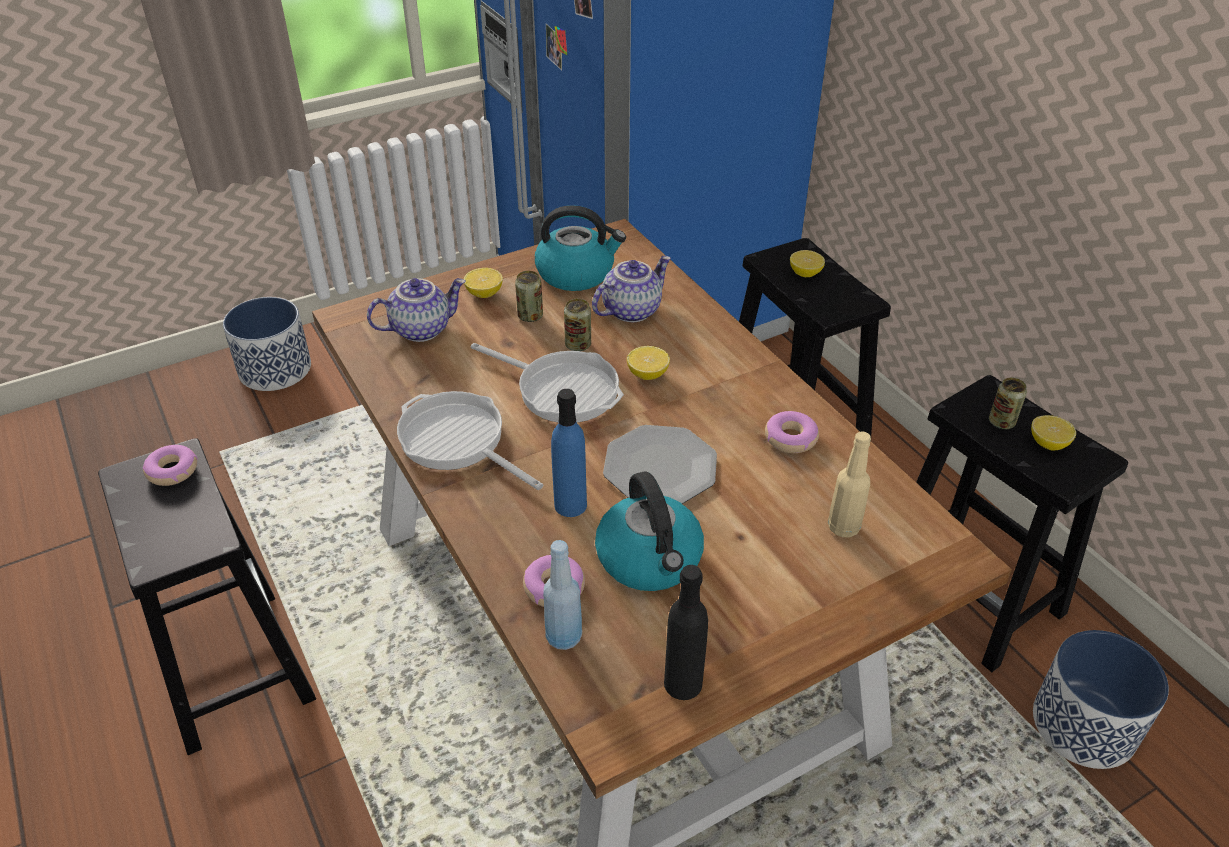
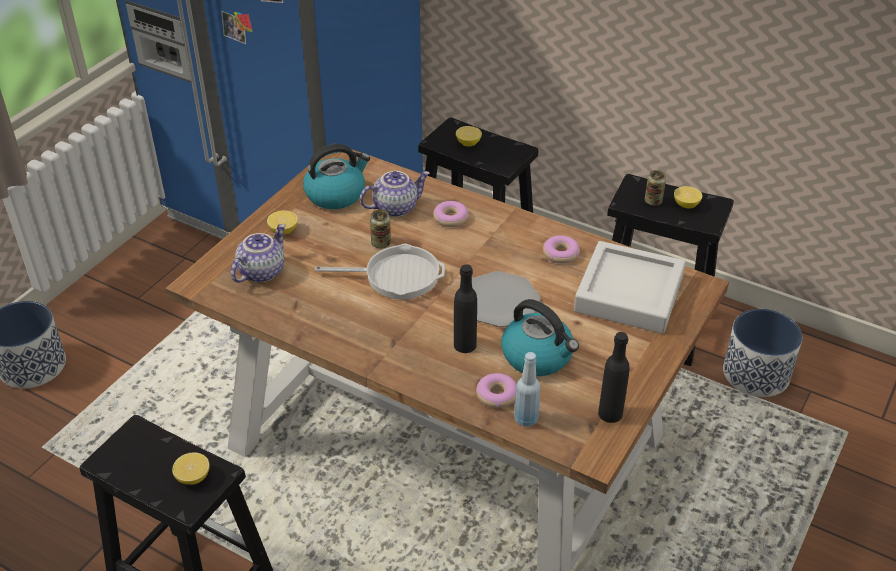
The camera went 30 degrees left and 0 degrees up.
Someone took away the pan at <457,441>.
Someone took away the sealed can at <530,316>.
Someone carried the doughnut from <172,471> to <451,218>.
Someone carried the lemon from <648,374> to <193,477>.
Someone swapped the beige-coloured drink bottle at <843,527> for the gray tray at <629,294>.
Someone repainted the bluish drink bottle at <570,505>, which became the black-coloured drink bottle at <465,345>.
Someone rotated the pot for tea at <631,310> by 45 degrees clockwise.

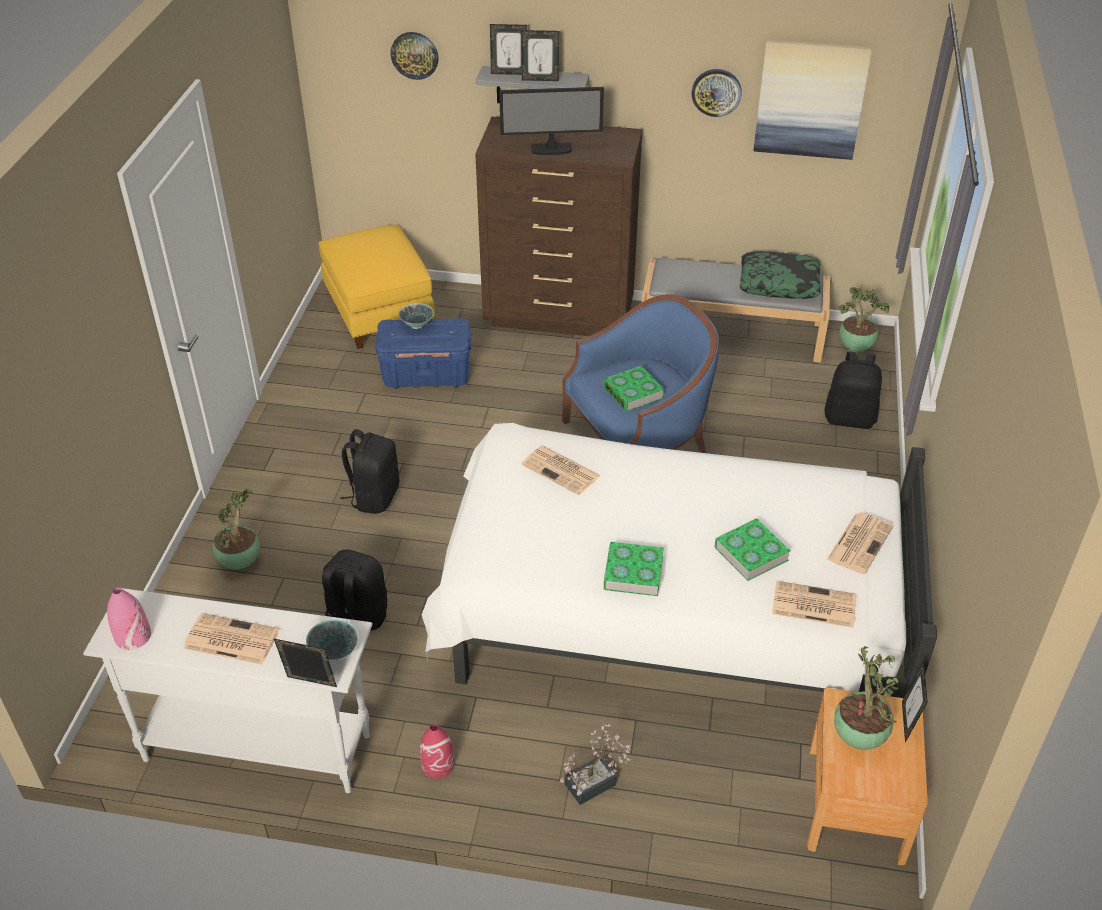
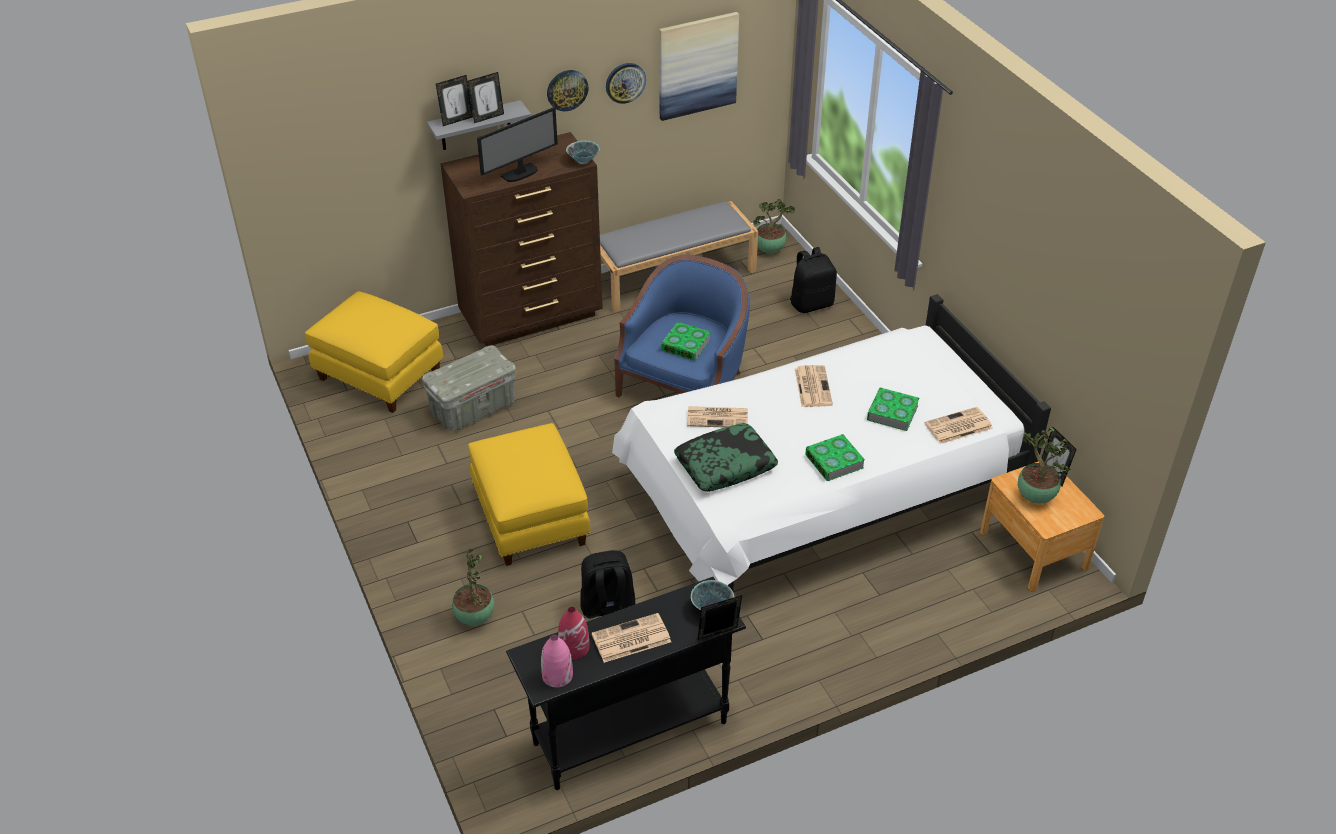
The camera went 35 degrees left and 0 degrees up.
Someone took away the houseplant at <595,782>.
Someone carried the wall clock from <414,55> to <567,90>.
Someone carried the deep dish from <417,325> to <583,161>.
Someone carried the red-coloured flower vase from <438,764> to <574,647>.
Someone carried the cushion from <779,283> to <725,464>.
Someone carried the daily paper from <860,542> to <812,386>.
Someone swapped the black-coloured rucksack at <374,496> for the yellowish footrest at <529,518>.
Someone repainted the white hall table at <256,747>, which became the black-coloured hall table at <629,732>.
Someone repainted the bluish storage box at <427,375>, which became the gray storage box at <473,408>.

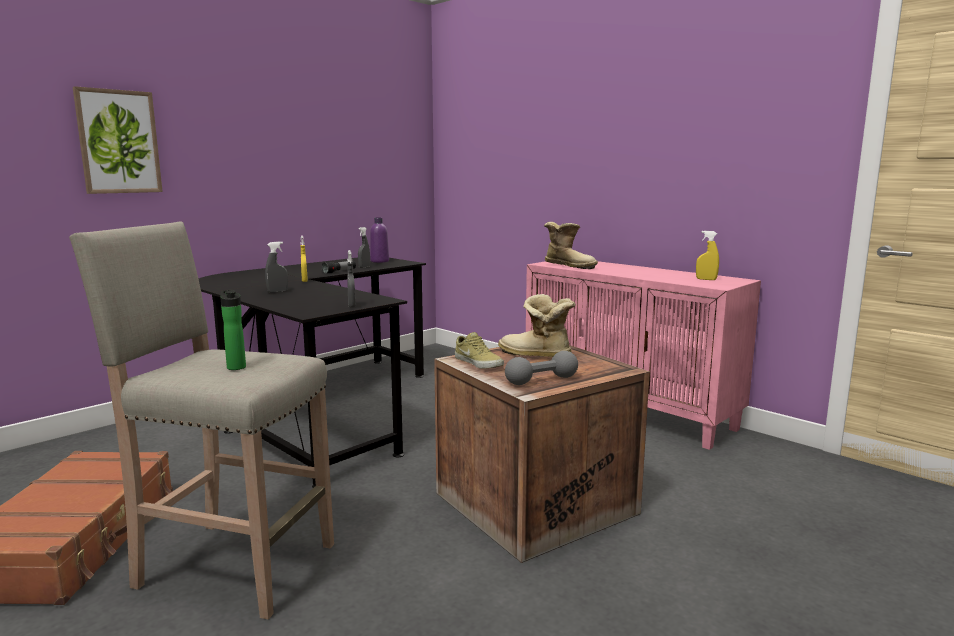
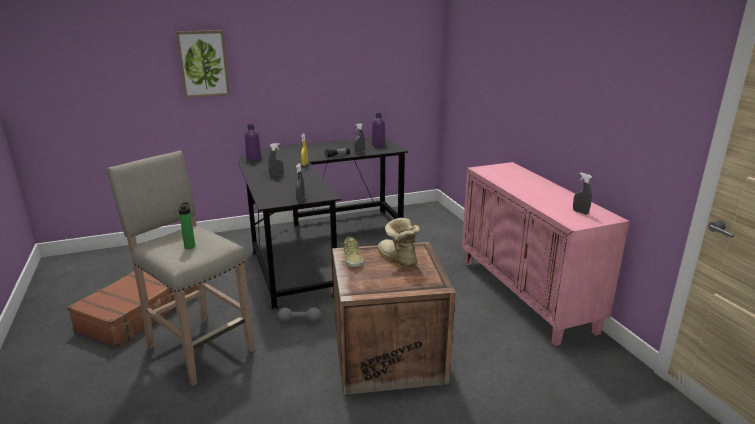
The camera went 25 degrees right and 10 degrees up.
Someone took away the tall boot at <569,266>.
Someone put down the purple-coloured drink bottle at <253,158>.
Someone carried the gray hand weight from <541,380> to <299,321>.
Someone repainted the yellowish hand sprayer at <706,279>, which became the gray hand sprayer at <580,212>.

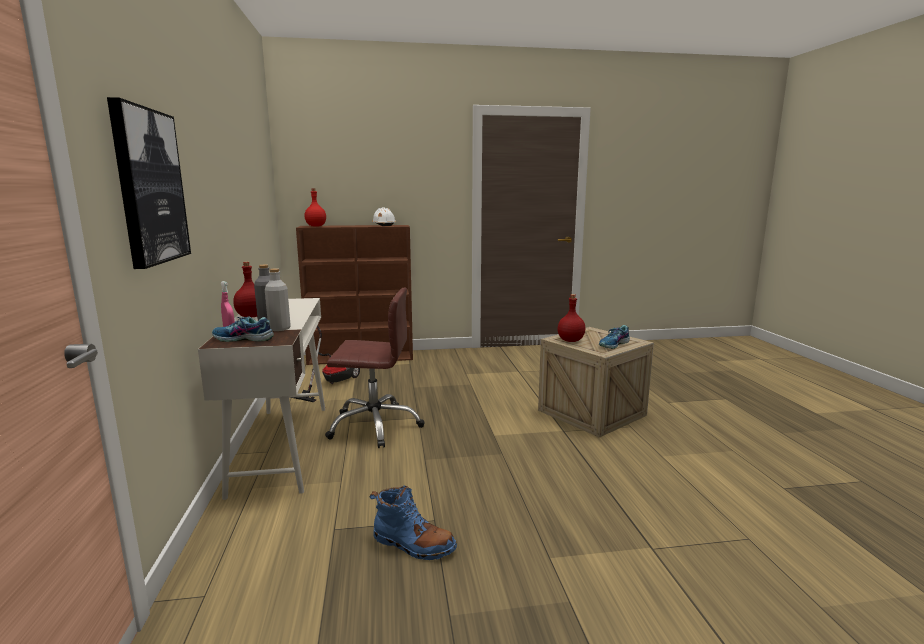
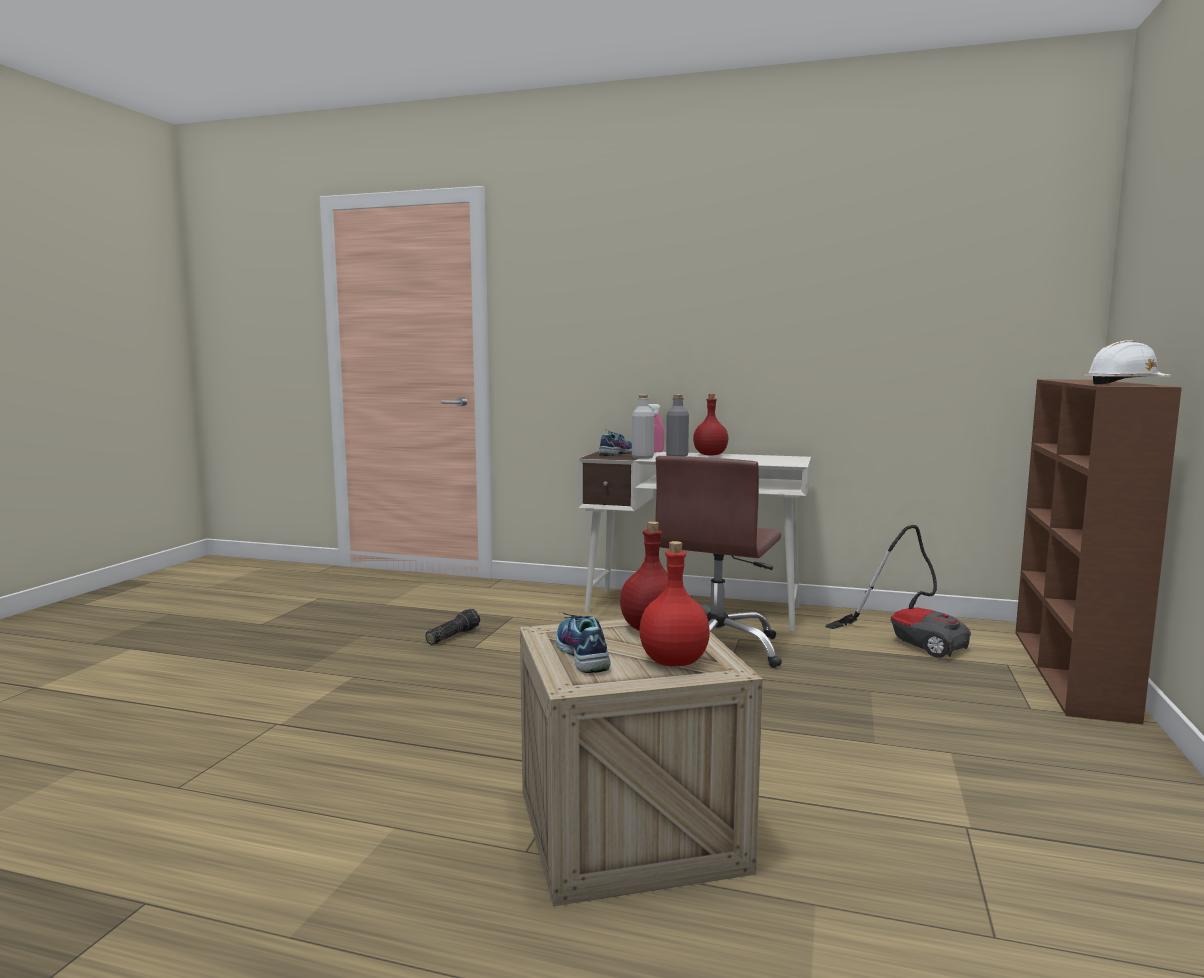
The camera went 115 degrees right and 5 degrees down.
Someone took away the wall art at <149,187>.
Someone carried the red-coloured drink bottle from <315,226> to <674,661>.
Someone swapped the bluish tall boot at <413,544> for the flashlight at <452,636>.

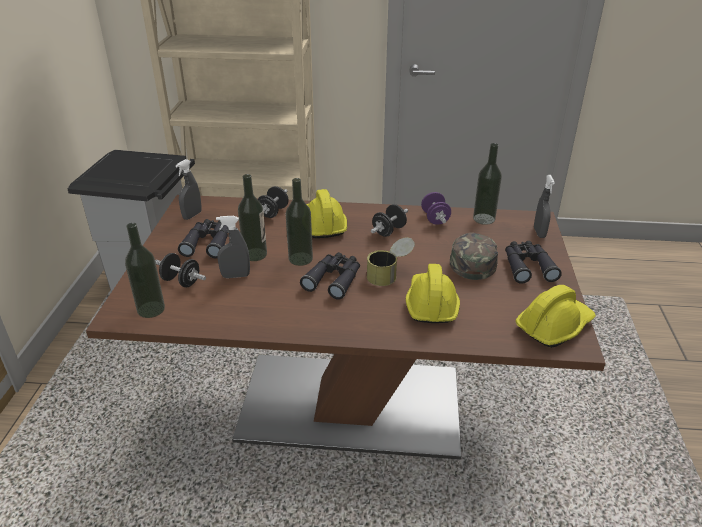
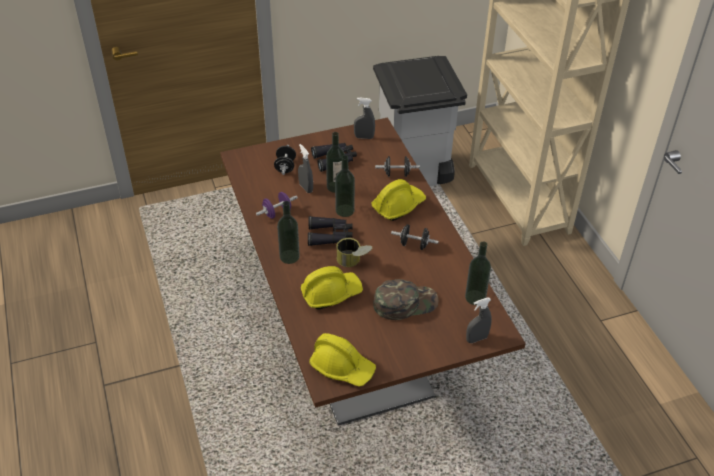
The camera went 65 degrees right and 10 degrees up.
Someone took away the black-coloured pair of binoculars at <527,266>.
Someone carried the drink bottle from <151,309> to <289,256>.
Someone carried the purple-coloured hand weight from <435,219> to <277,213>.

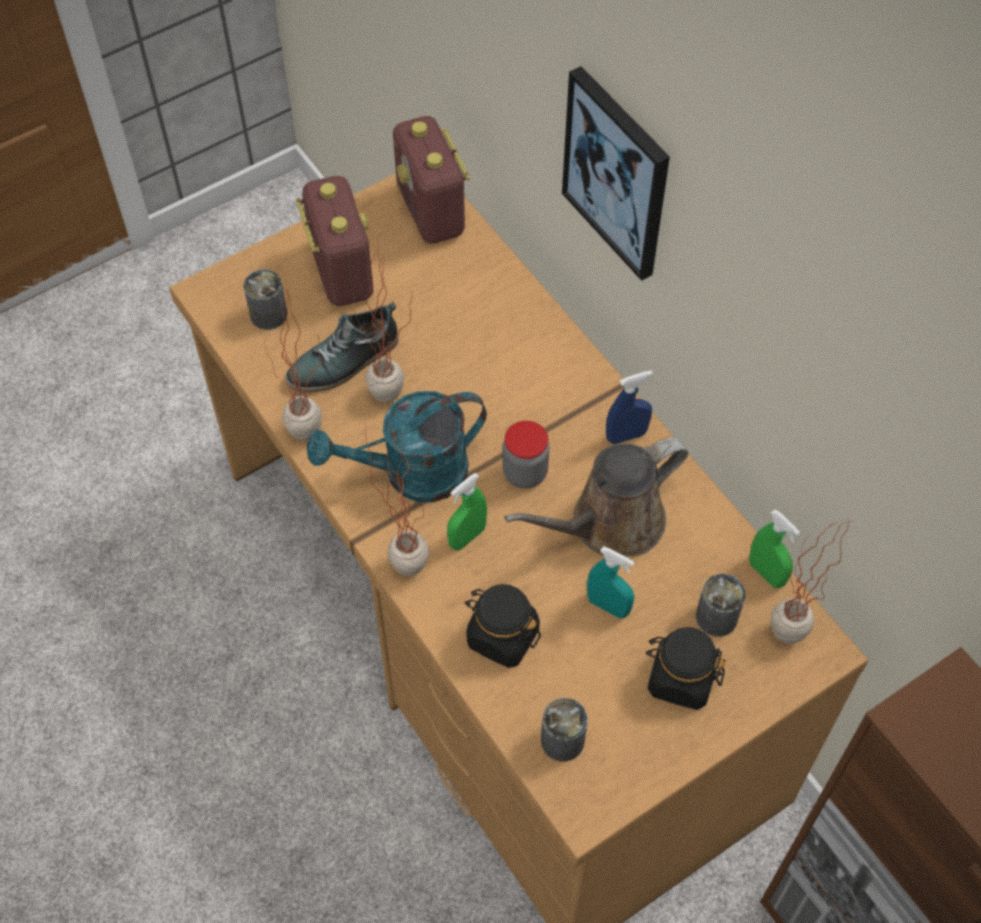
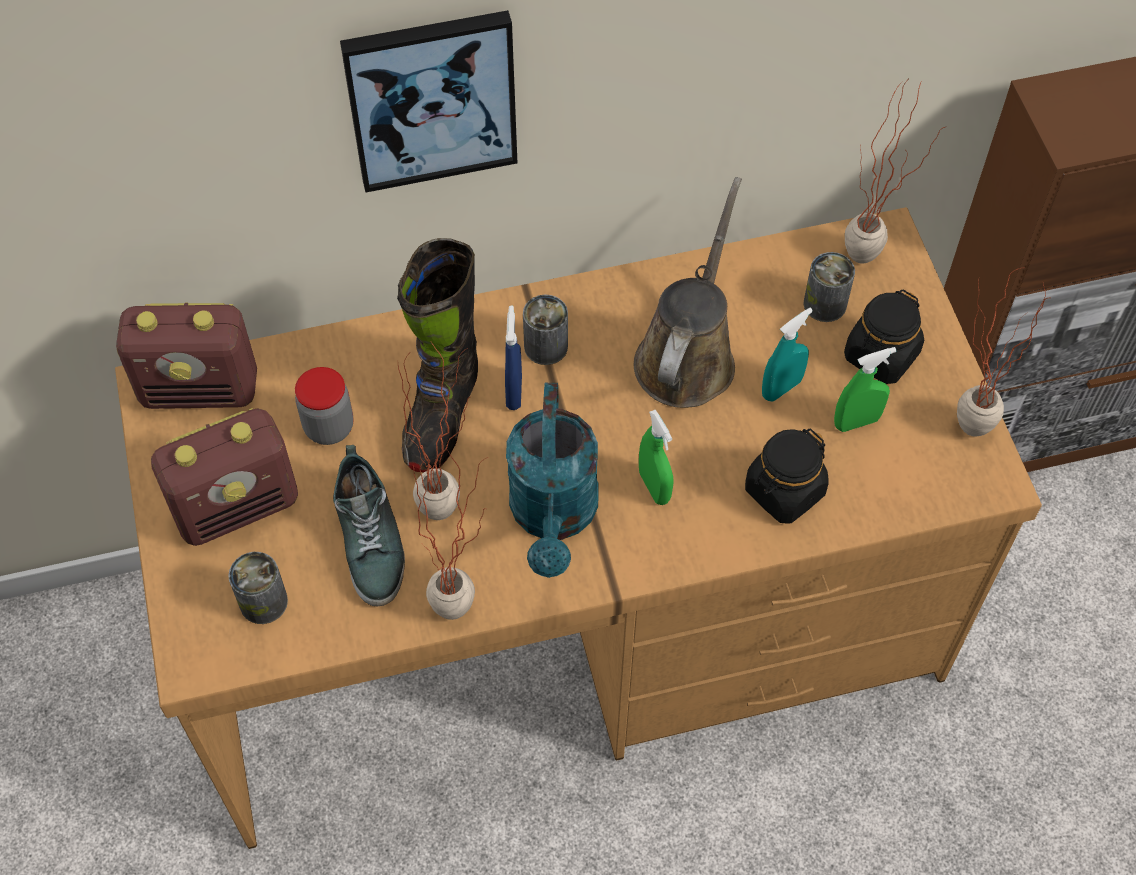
The camera went 70 degrees left and 0 degrees up.
Someone put down the black-coloured tall boot at <441,413>.
Someone carried the houseplant from <406,556> to <958,427>.
Someone carried the preserve jar from <525,473> to <329,427>.
Someone carried the sealed can from <562,740> to <546,346>.
Someone carried the bluish hand sprayer from <626,435> to <514,392>.
Someone carried the green hand sprayer from <766,573> to <856,422>.
Someone rotated the radio at <341,271> by 150 degrees clockwise.
Someone rotated the brown-coloured watering pot at <609,524> by 150 degrees counterclockwise.

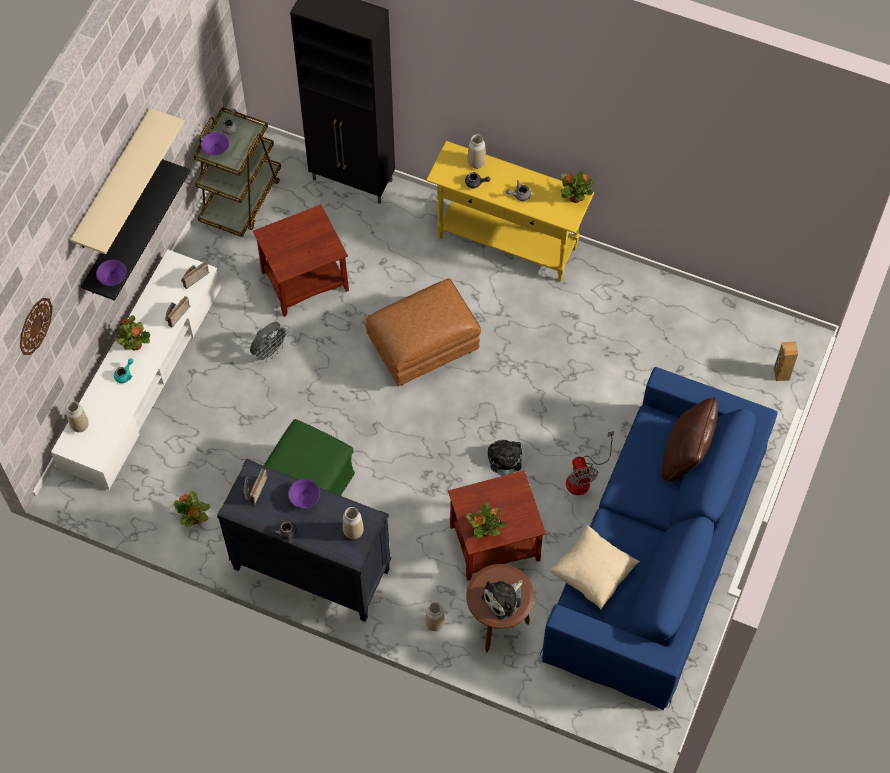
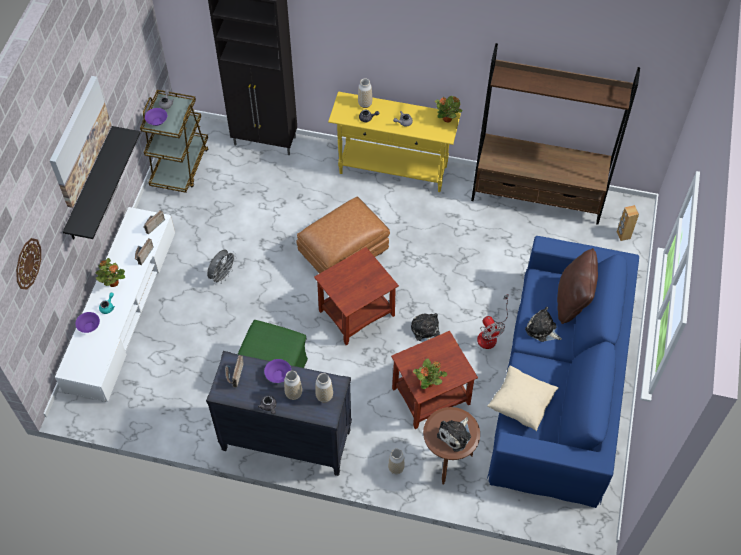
The camera went 10 degrees left and 5 degrees down.
Someone took away the houseplant at <194,519>.
Someone put down the brown-coloured bookshelf at <537,196>.
Someone put down the cuddly toy at <542,330>.
Someone carried the flower vase from <80,425> to <293,393>.
Someone carried the purple-coloured deep dish from <112,278> to <89,326>.
Someone carried the brown-coloured end table from <304,280> to <356,312>.
Someone swapped the beige-coloured shelf at <113,182> for the wall art at <79,141>.

